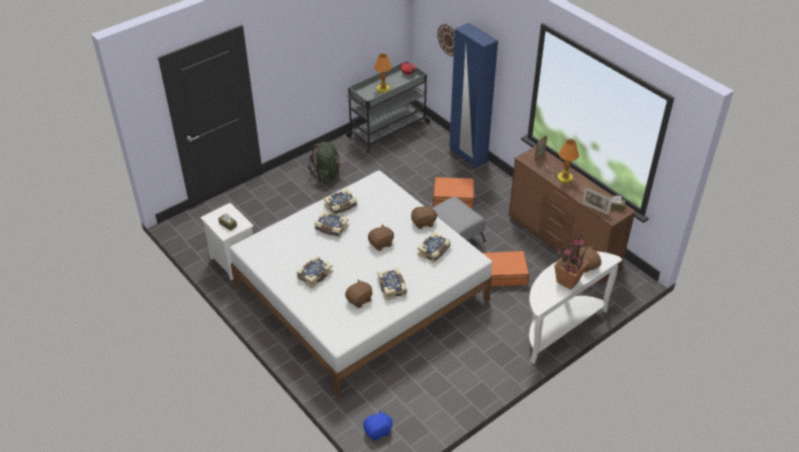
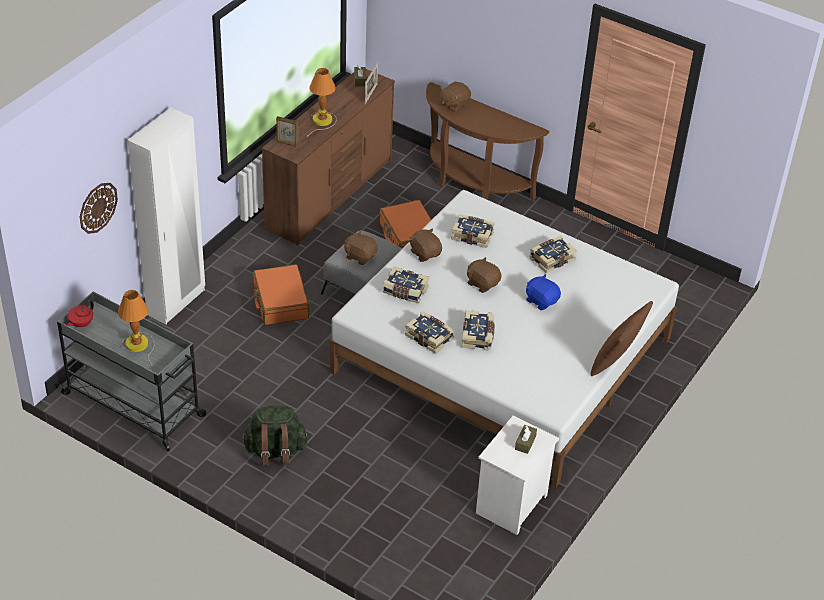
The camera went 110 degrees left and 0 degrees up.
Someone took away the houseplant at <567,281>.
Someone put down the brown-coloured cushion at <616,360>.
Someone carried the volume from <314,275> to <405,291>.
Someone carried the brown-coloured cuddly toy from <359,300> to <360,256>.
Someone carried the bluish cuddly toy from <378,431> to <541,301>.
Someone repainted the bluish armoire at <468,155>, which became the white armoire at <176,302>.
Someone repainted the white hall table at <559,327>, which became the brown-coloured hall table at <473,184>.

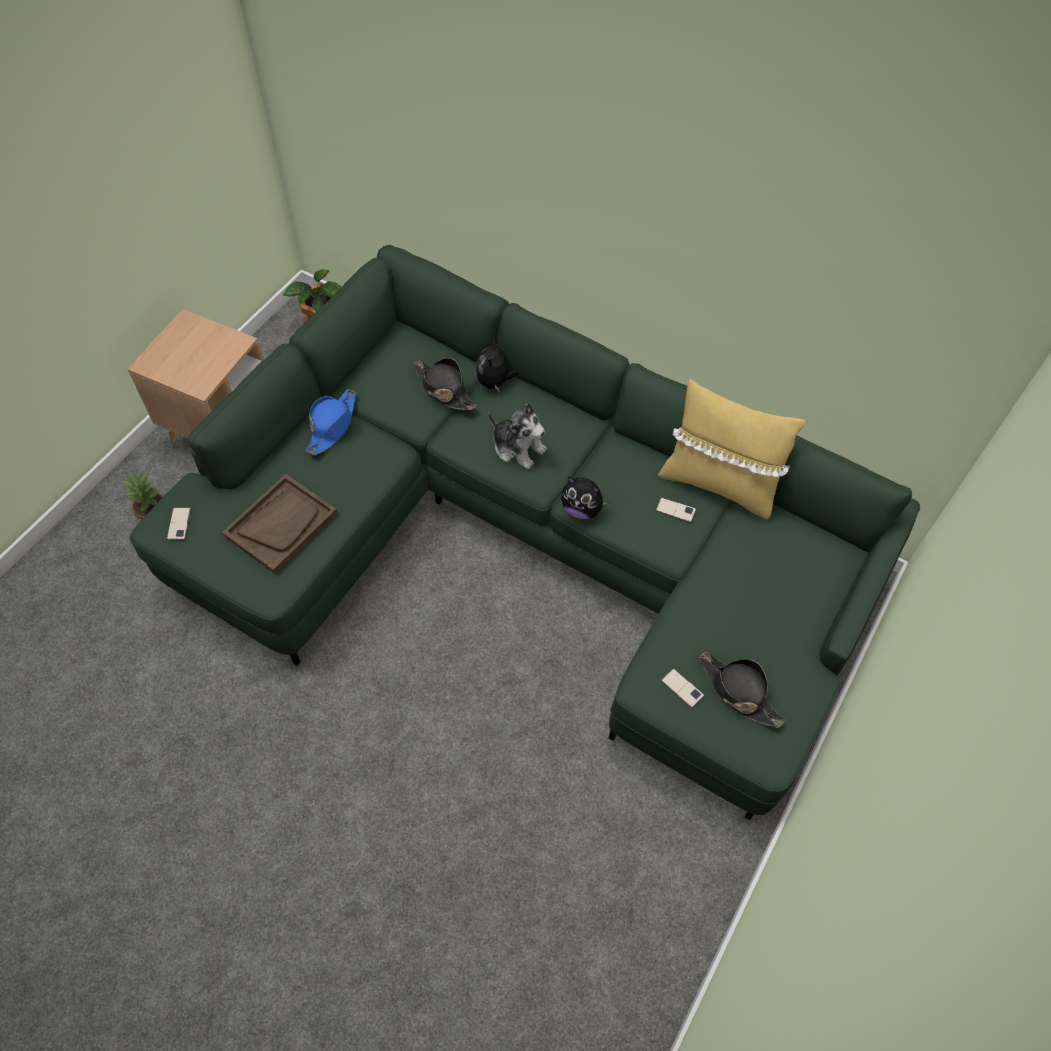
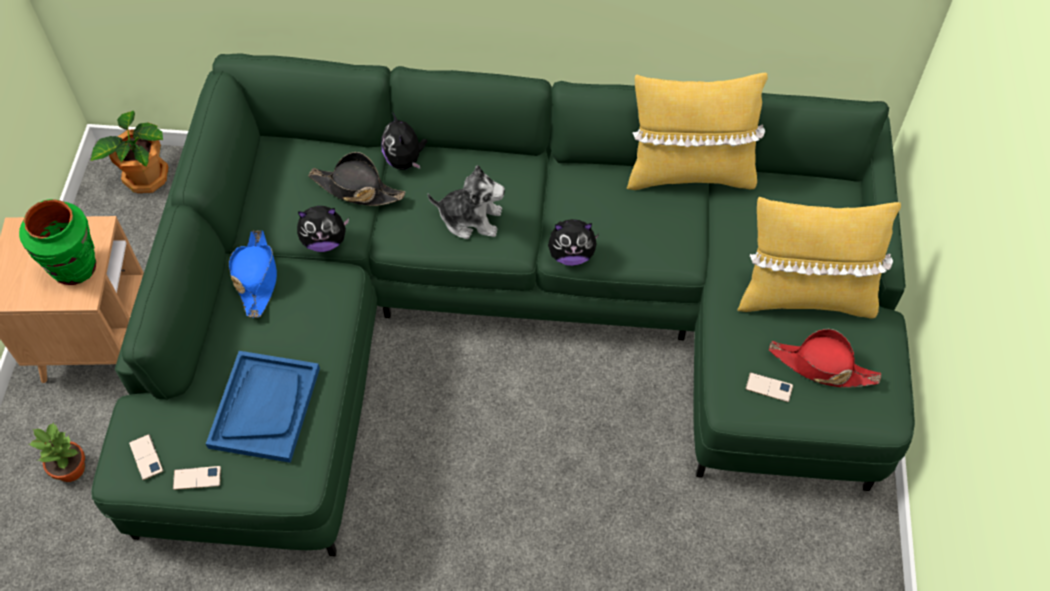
The camera went 25 degrees left and 0 degrees up.
Someone put down the green flower vase at <75,268>.
Someone put down the cuddly toy at <324,241>.
Someone put down the yellowish cushion at <805,296>.
Someone carried the telephone from <675,510> to <197,478>.
Someone repainted the brown-coloured tray at <281,524>, which became the bluish tray at <264,407>.
Someone repainted the black-coloured wearable hat at <738,692>, which became the red-coloured wearable hat at <822,367>.

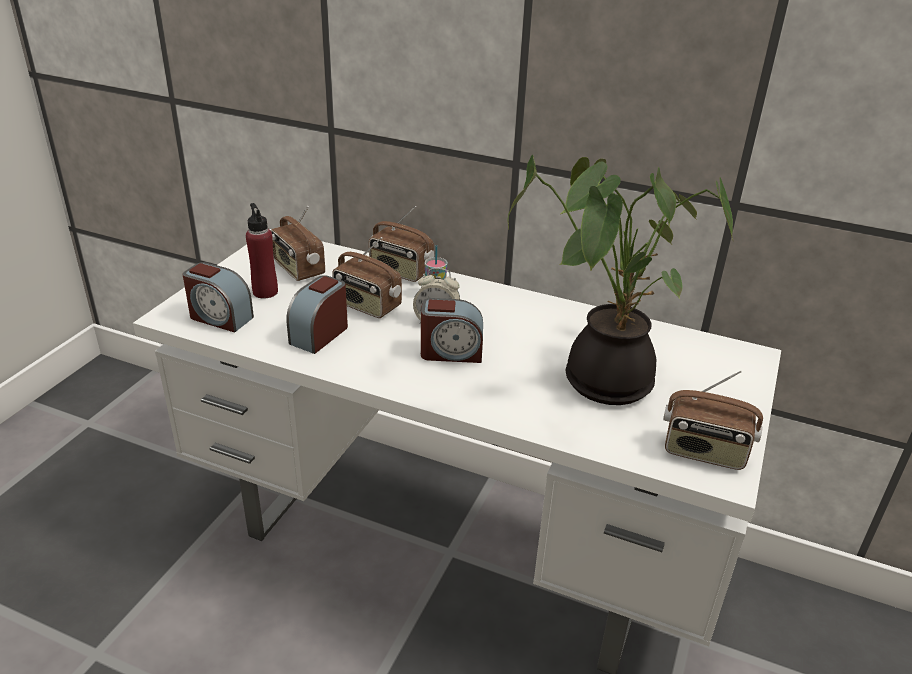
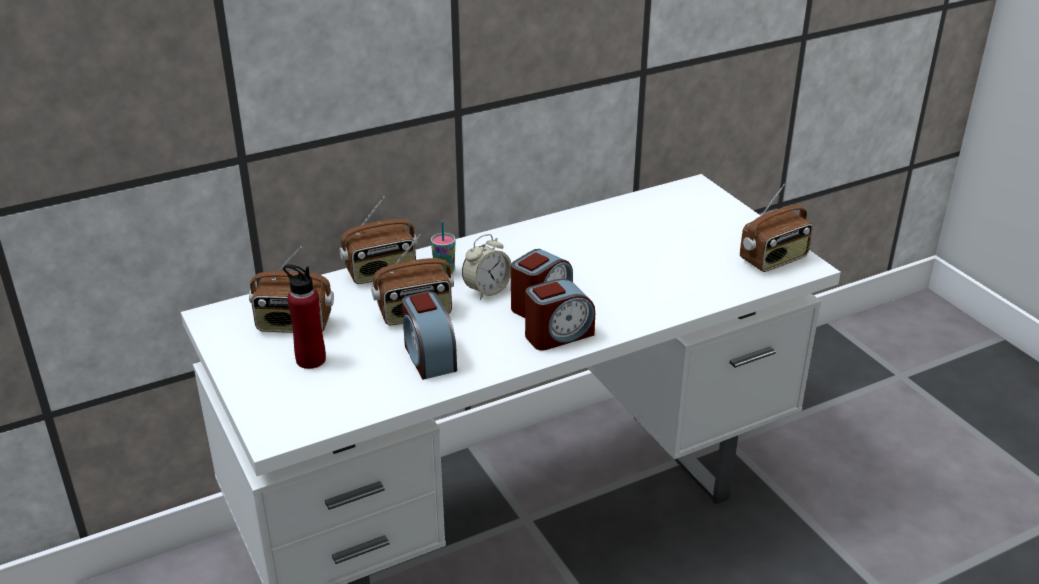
The camera went 50 degrees left and 0 degrees up.
Someone took away the houseplant at <602,378>.
Someone carried the table clock from <220,318> to <558,335>.

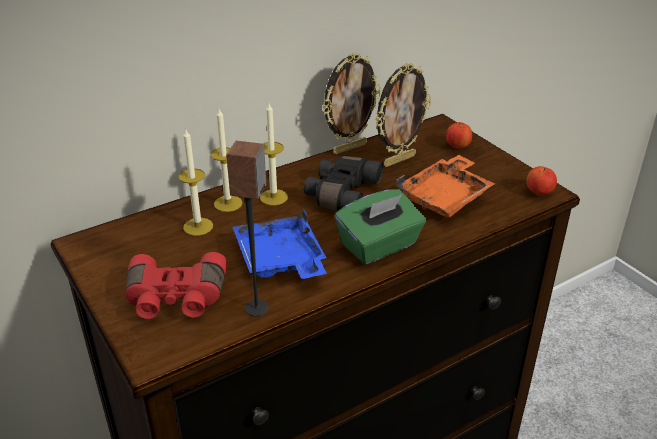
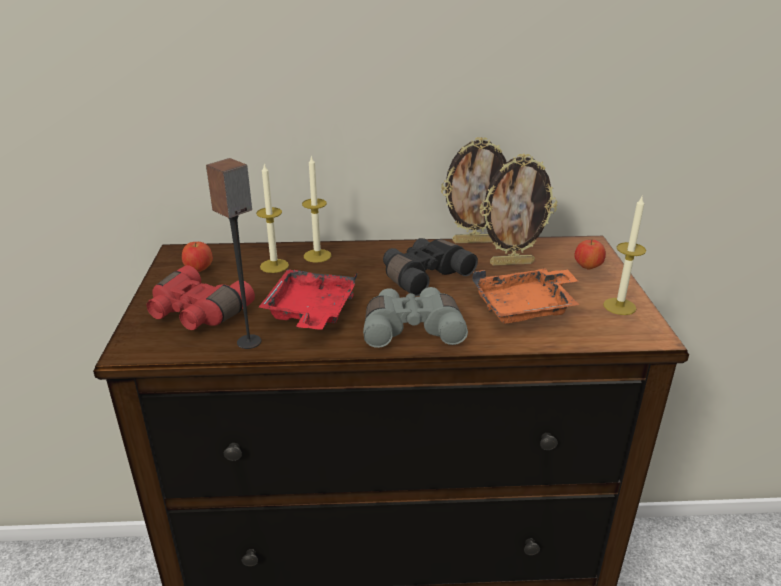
The camera went 30 degrees right and 5 degrees down.
Someone carried the wax candle from <273,197> to <619,306>.
Someone carried the apple fruit from <539,192> to <199,269>.
Someone swapped the green tissue holder at <379,246> for the gray pair of binoculars at <412,328>.
Someone repainted the bluish tray at <281,260>, which became the red-coloured tray at <311,312>.

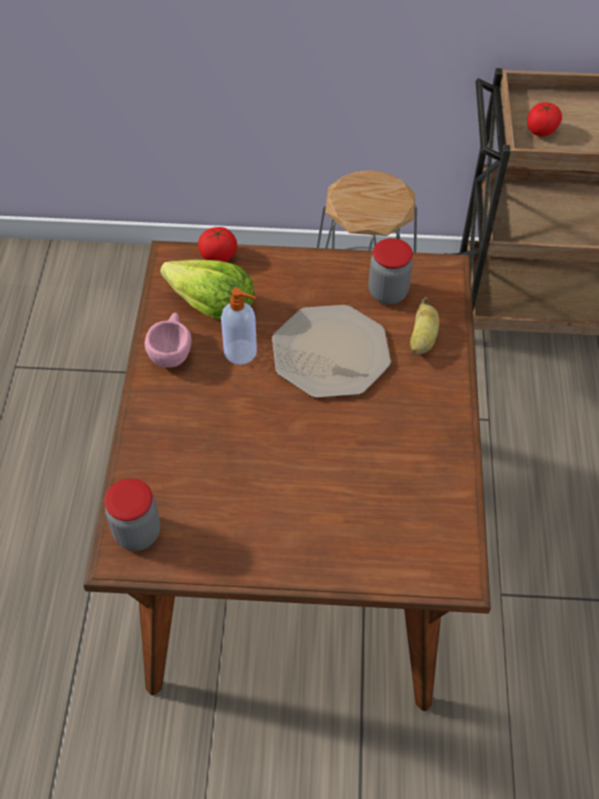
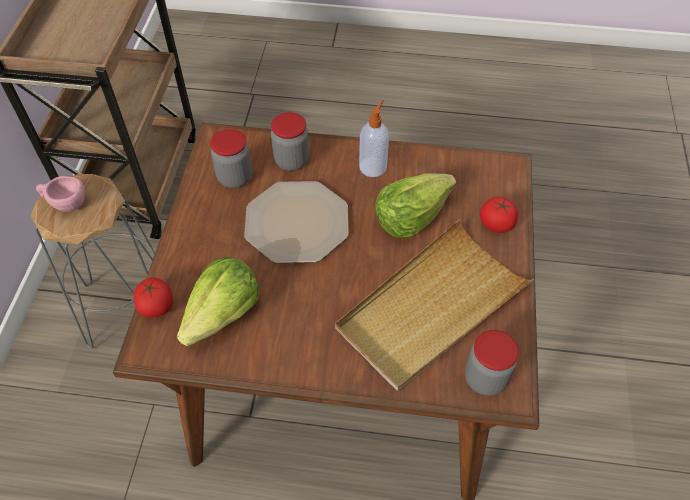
The camera went 85 degrees left and 0 degrees up.
Someone put down the beige-coloured tray at <431,307>.
Someone put down the lettuce at <411,216>.
Someone carried the pink-coloured cup from <172,351> to <65,203>.
Someone carried the soap dispenser from <241,352> to <373,166>.
Someone carried the whole tomato from <541,130> to <496,224>.
Someone swapped the banana at <422,340> for the preserve jar at <291,161>.

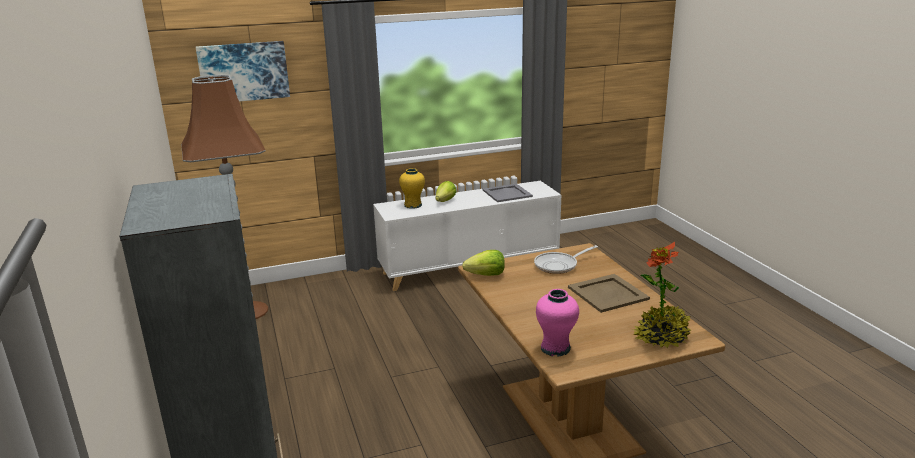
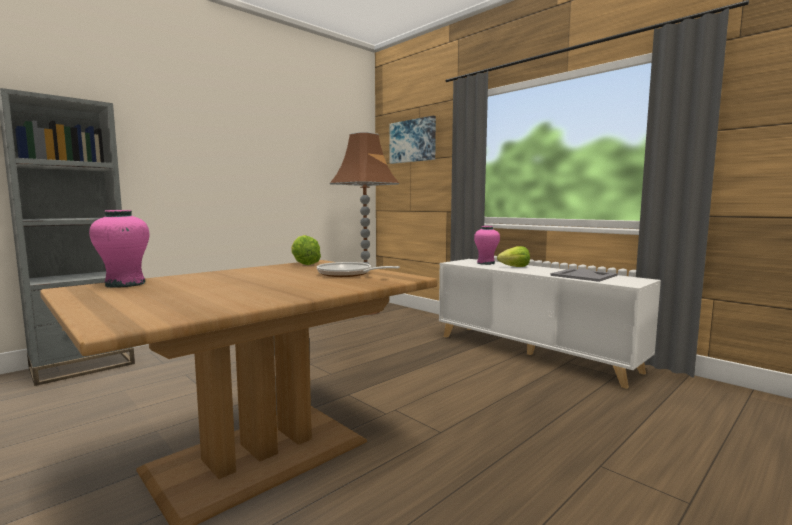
The camera went 65 degrees right and 15 degrees down.
Someone took away the beige-coloured tray at <607,293>.
Someone took away the houseplant at <661,337>.
Someone repainted the yellowish flower vase at <413,205>, which became the pink-coloured flower vase at <486,263>.

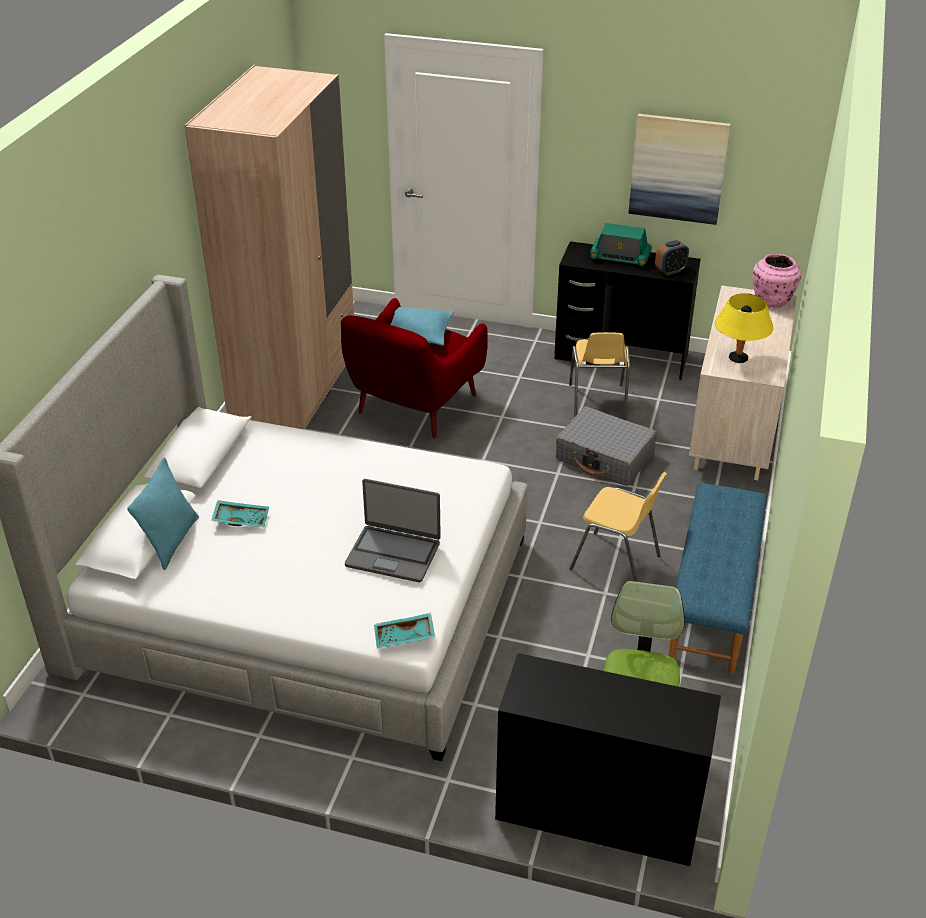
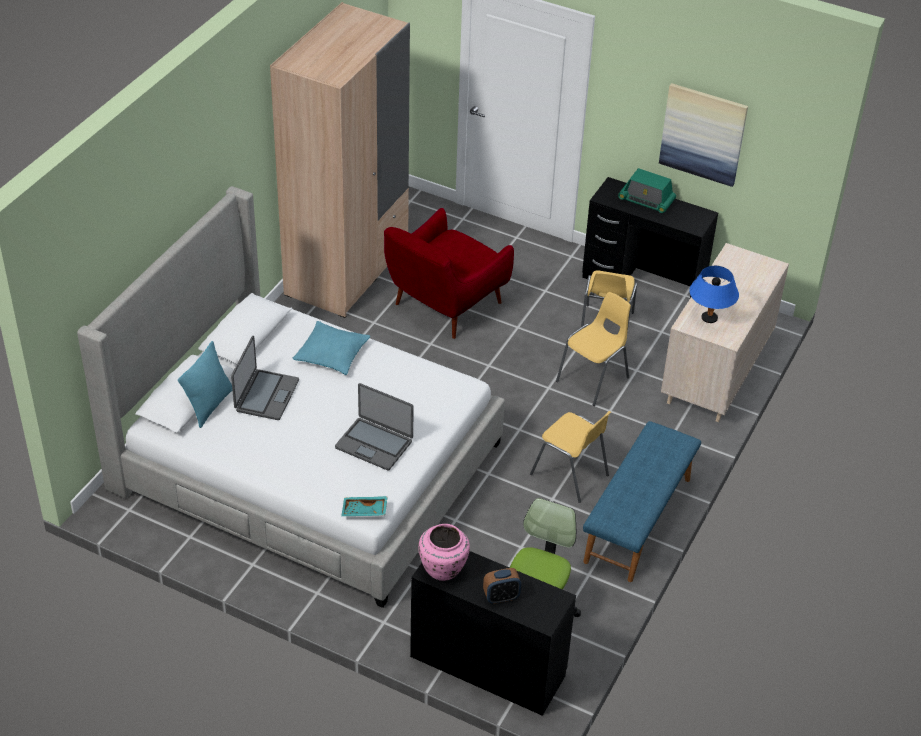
The camera went 10 degrees right and 5 degrees up.
Someone carried the turquoise cushion from <419,333> to <331,354>.
Someone carried the table clock from <670,271> to <501,597>.
Someone carried the pink-coloured flower vase from <772,300> to <443,569>.
Someone swapped the turquoise tray at <241,519> for the notebook computer at <266,395>.
Someone swapped the gray travel case at <605,457> for the yellowish upright chair at <594,380>.
Someone repainted the yellowish lamp for a table at <738,358>, which became the bluish lamp for a table at <709,318>.

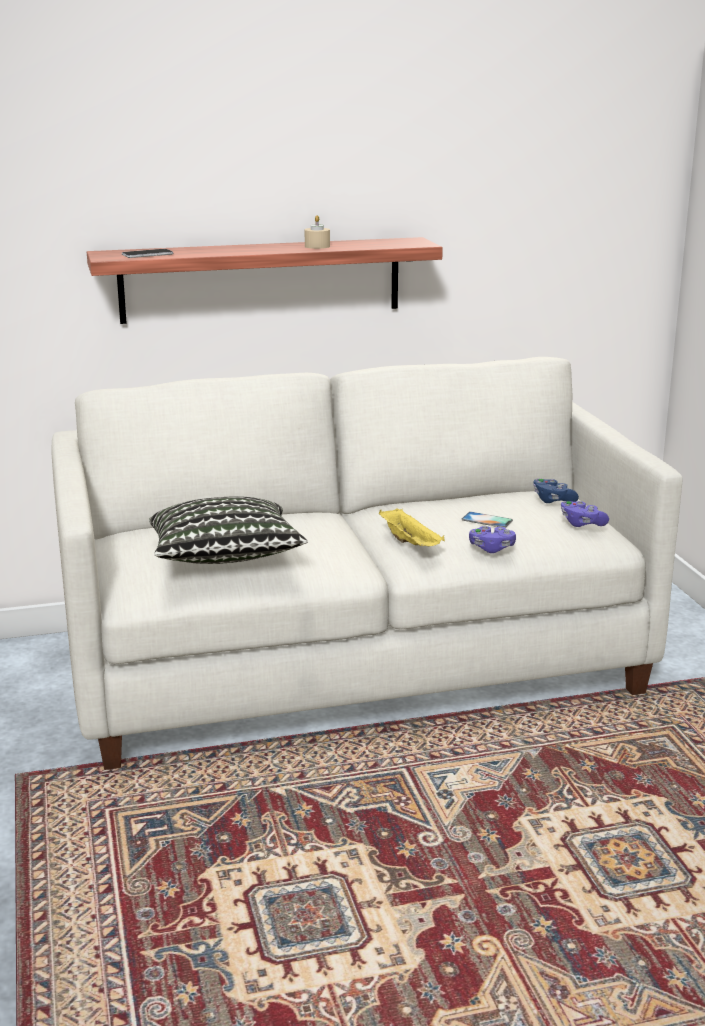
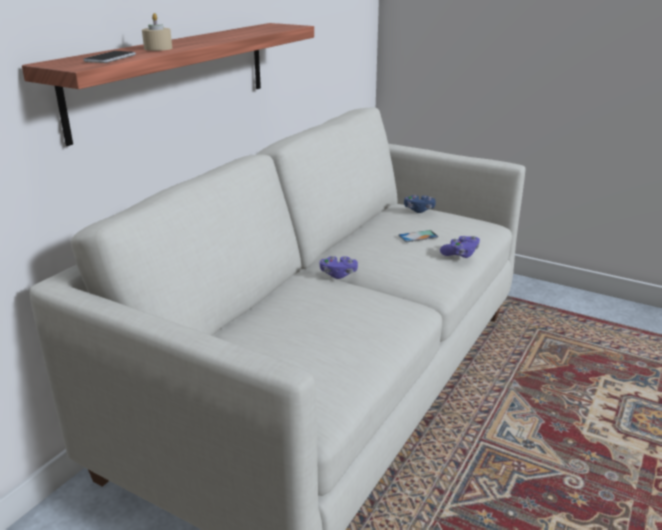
The camera went 45 degrees left and 5 degrees up.
Someone took away the cushion at <224,559>.
Someone took away the yellowish tray at <411,543>.
Someone carried the beige-coloured wax candle from <317,246> to <158,48>.
Someone carried the purple-coloured gamepad from <582,523> to <338,274>.

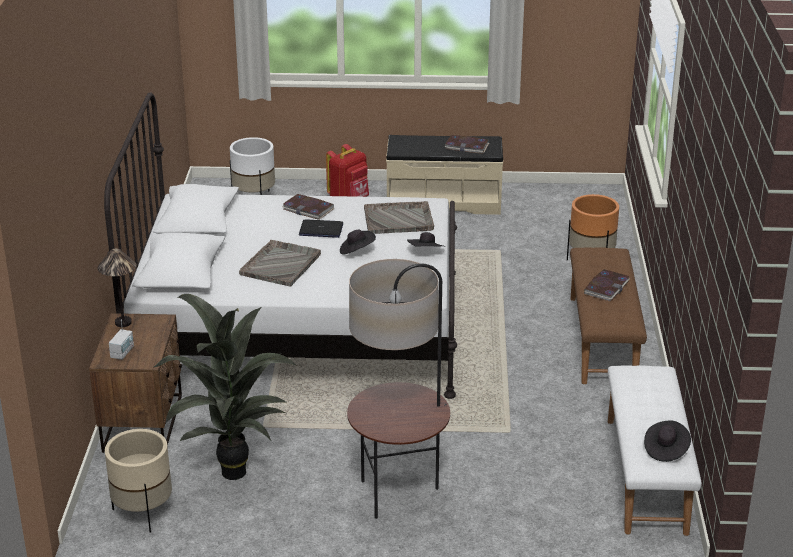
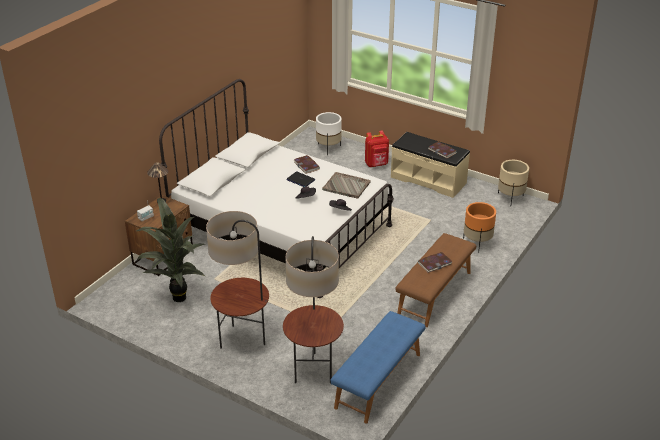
The camera went 30 degrees right and 5 degrees up.
Someone took away the gray tray at <281,264>.
Someone took away the black-coloured wearable hat at <665,449>.
Someone put down the standard lamp at <313,369>.
Someone carried the beige-coloured planter from <143,512> to <510,198>.
Someone repainted the white bench at <647,475>, which became the bluish bench at <379,381>.

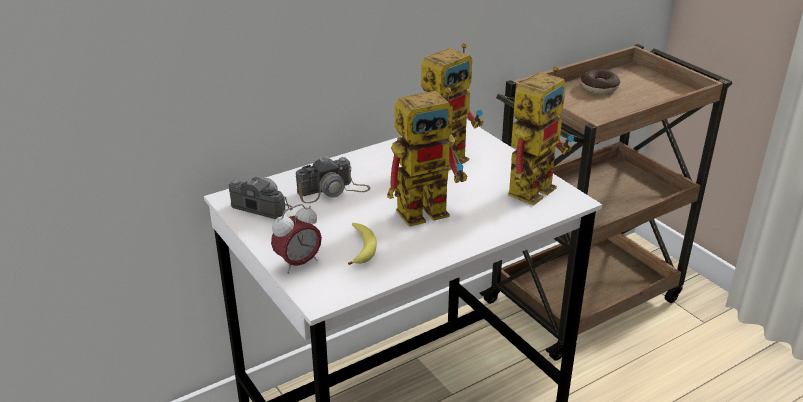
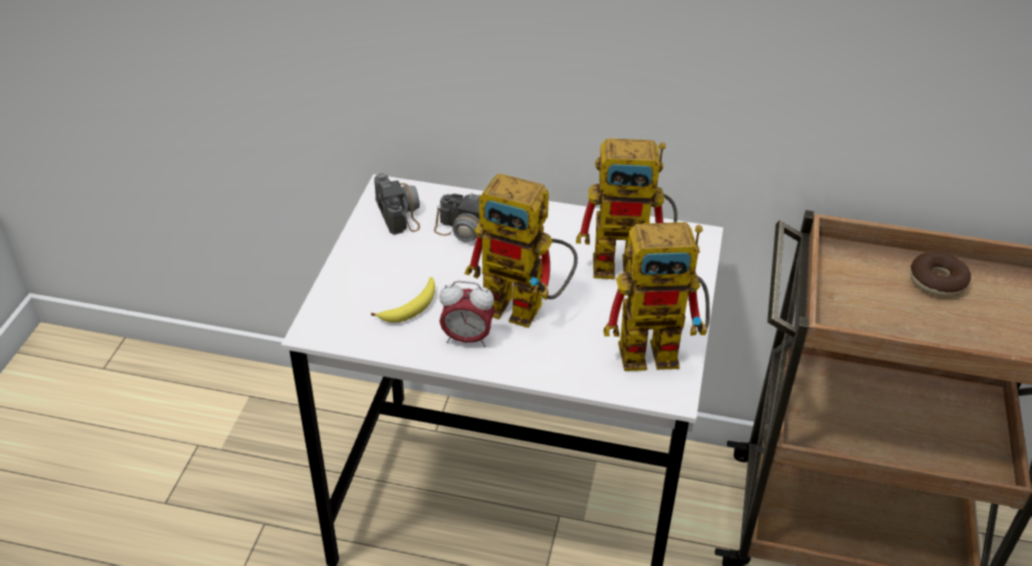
The camera went 45 degrees right and 10 degrees up.
Someone carried the table clock from <298,263> to <467,338>.

